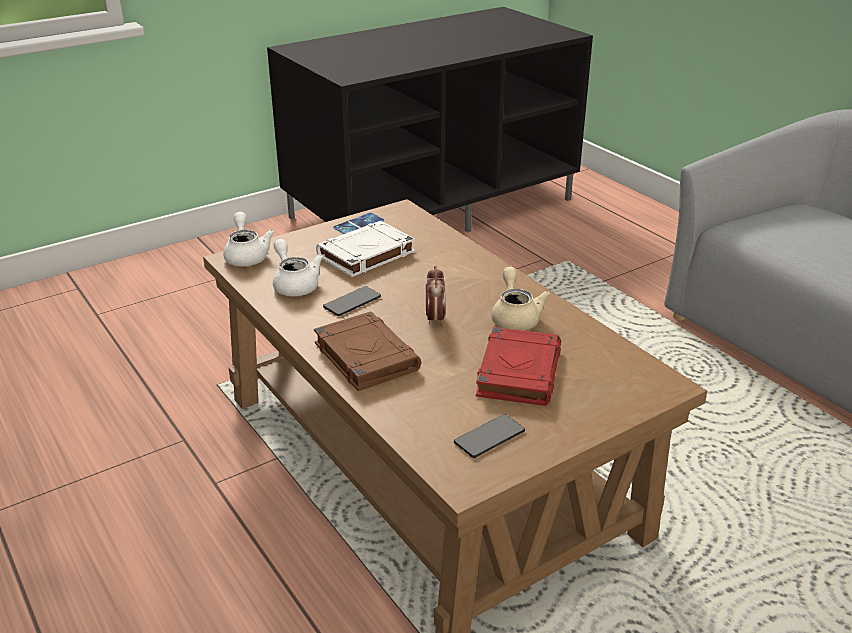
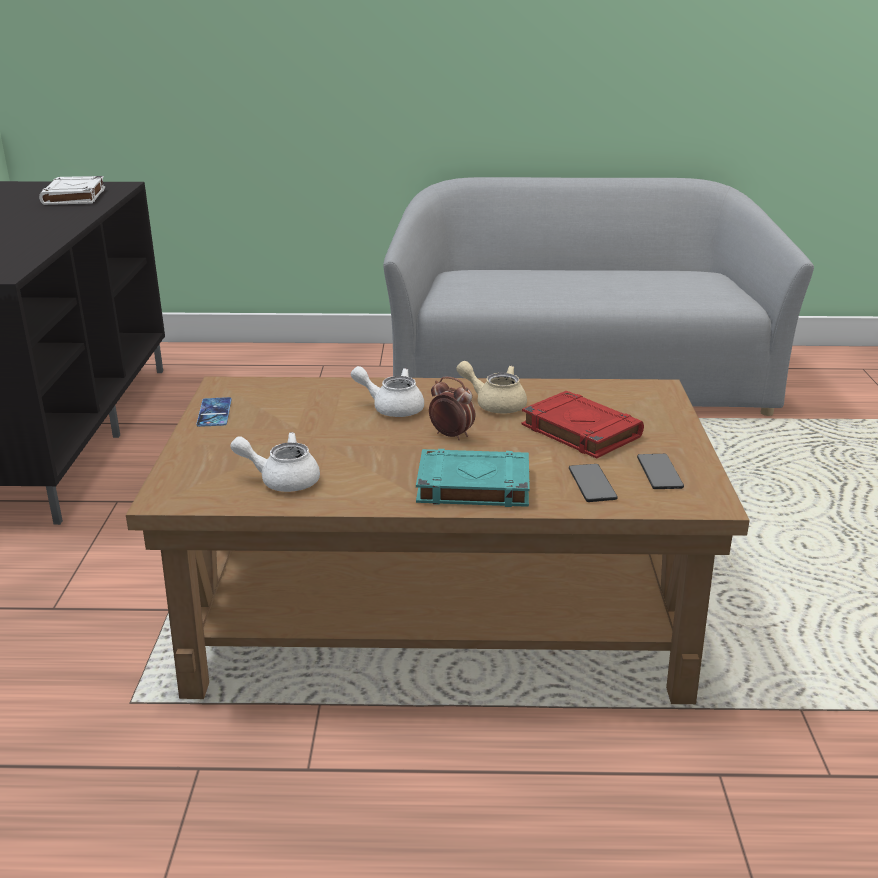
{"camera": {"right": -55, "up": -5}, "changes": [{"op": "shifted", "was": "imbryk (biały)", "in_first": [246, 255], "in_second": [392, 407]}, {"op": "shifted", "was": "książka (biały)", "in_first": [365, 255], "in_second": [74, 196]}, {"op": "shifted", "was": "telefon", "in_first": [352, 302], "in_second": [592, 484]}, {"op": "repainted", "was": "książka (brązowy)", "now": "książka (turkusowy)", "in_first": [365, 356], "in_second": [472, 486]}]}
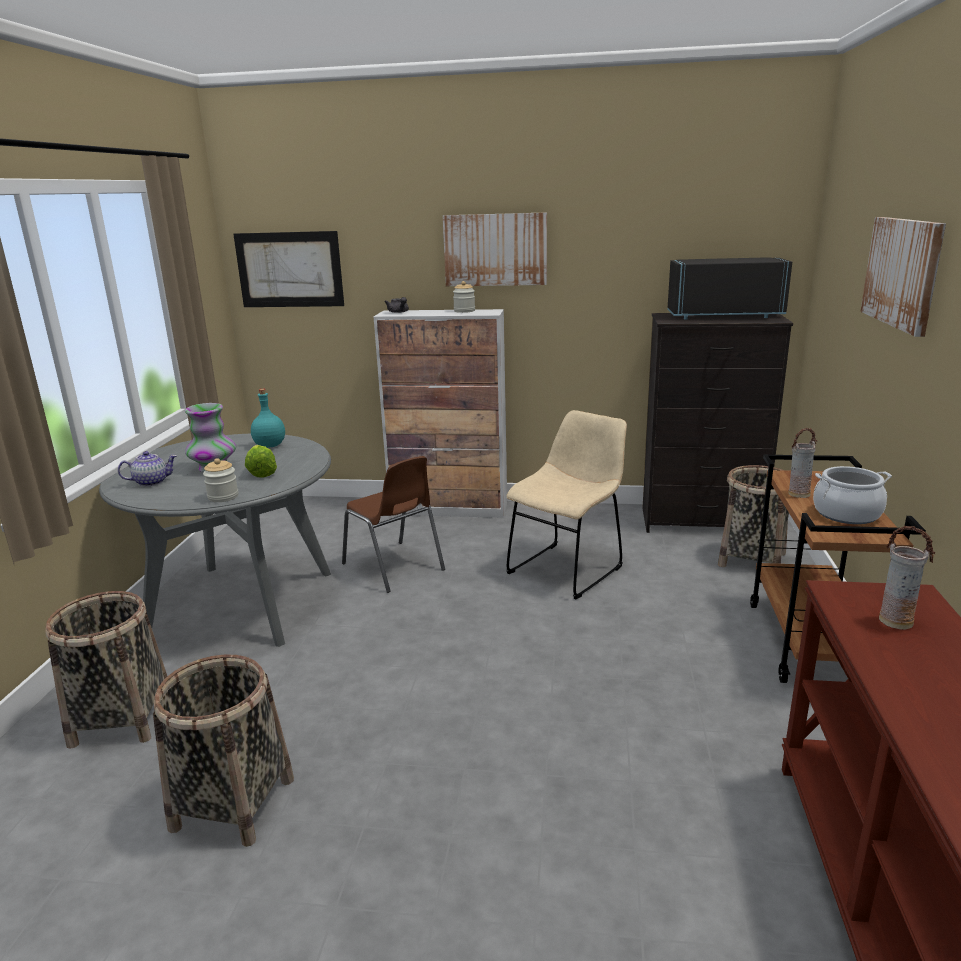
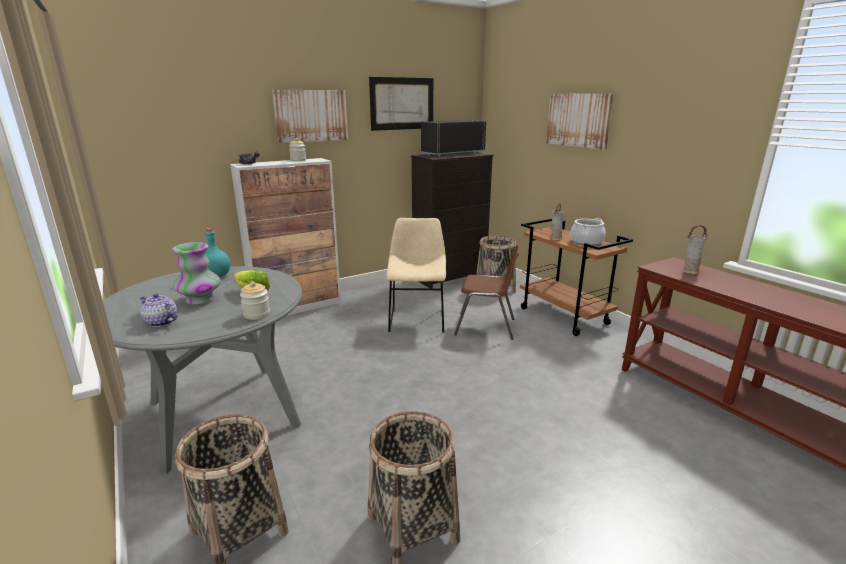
{"camera": {"right": -40, "up": 0}, "changes": [{"op": "shifted", "was": "obraz", "in_first": [289, 270], "in_second": [402, 103]}, {"op": "shifted", "was": "krzesło (brązowy)", "in_first": [394, 567], "in_second": [486, 327]}, {"op": "rotated", "was": "imbryk", "in_first": [152, 482], "in_second": [160, 322], "clockwise": -90}]}
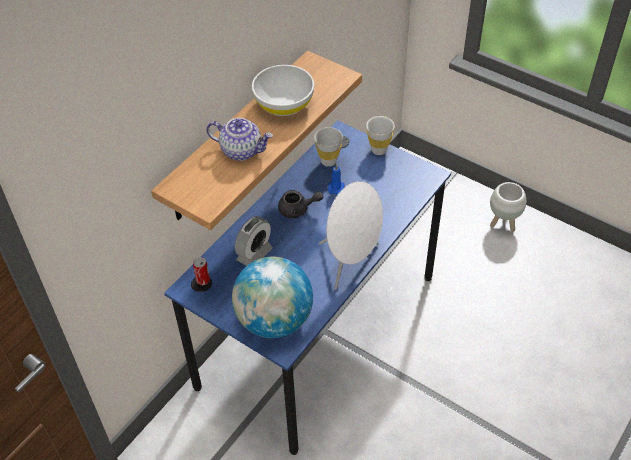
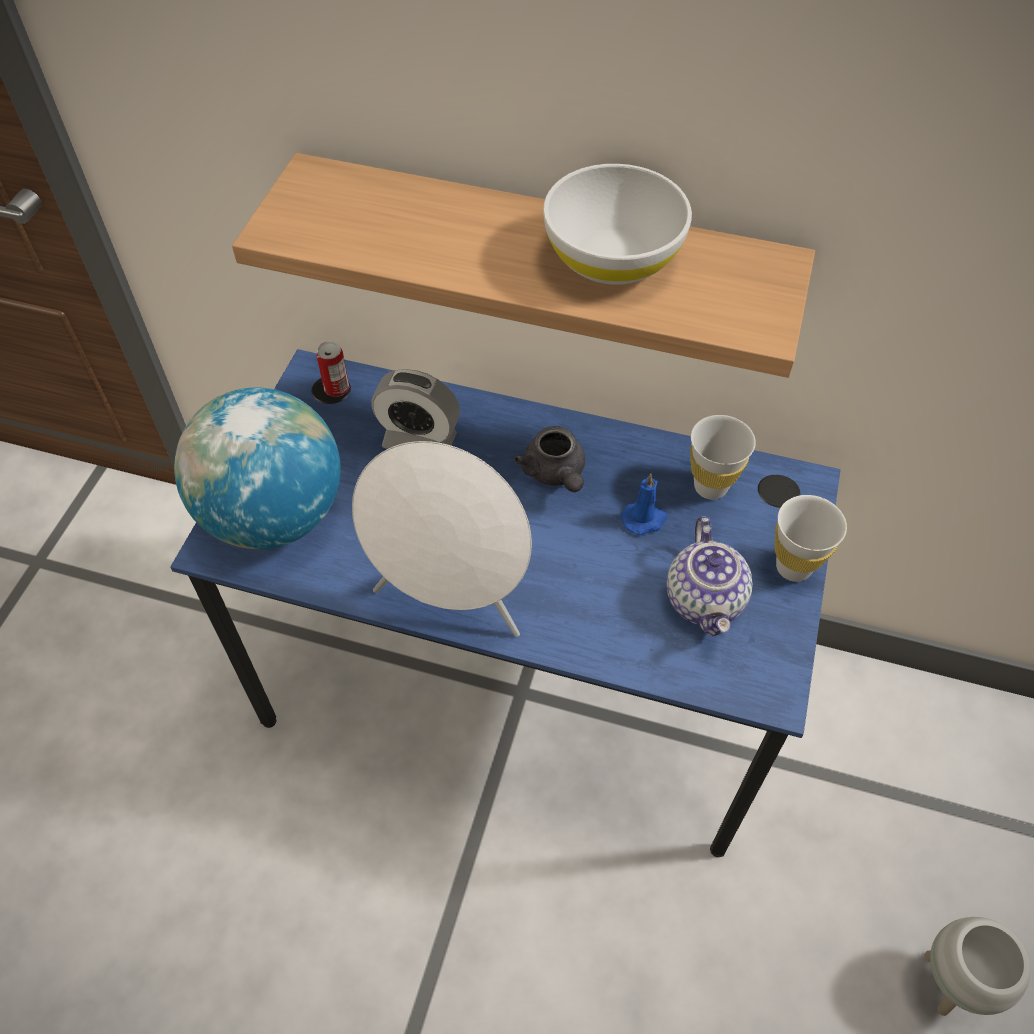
{"camera": {"right": 70, "up": 5}, "changes": [{"op": "shifted", "was": "imbryk", "in_first": [242, 150], "in_second": [705, 601]}]}
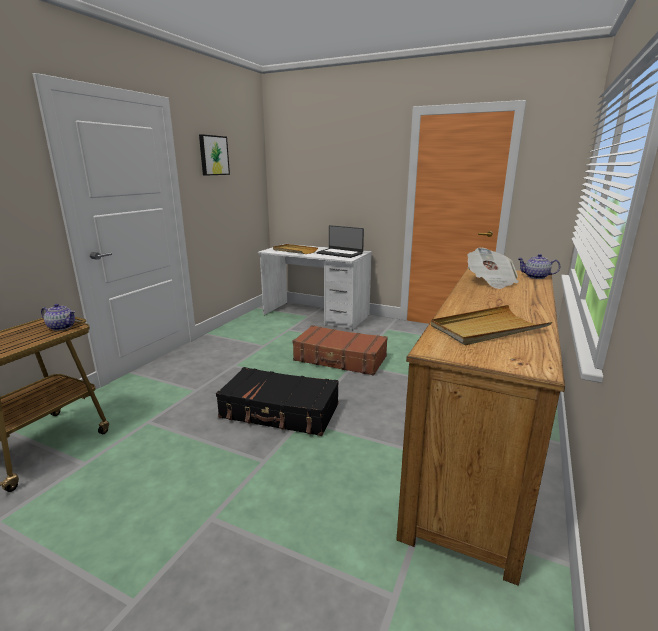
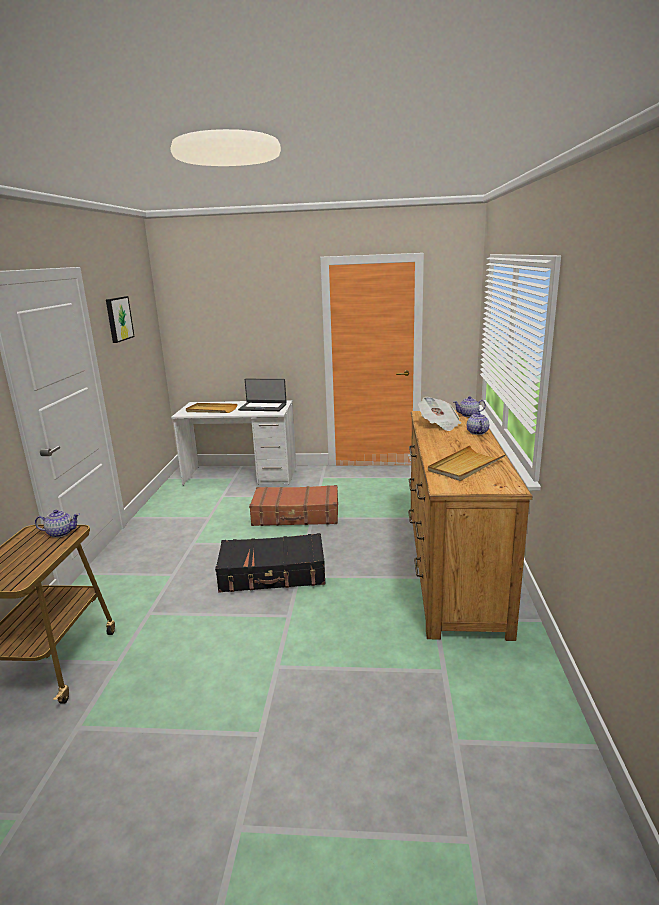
{"camera": {"right": -20, "up": 0}, "changes": [{"op": "new", "now": "imbryk", "in_second": [477, 432]}]}
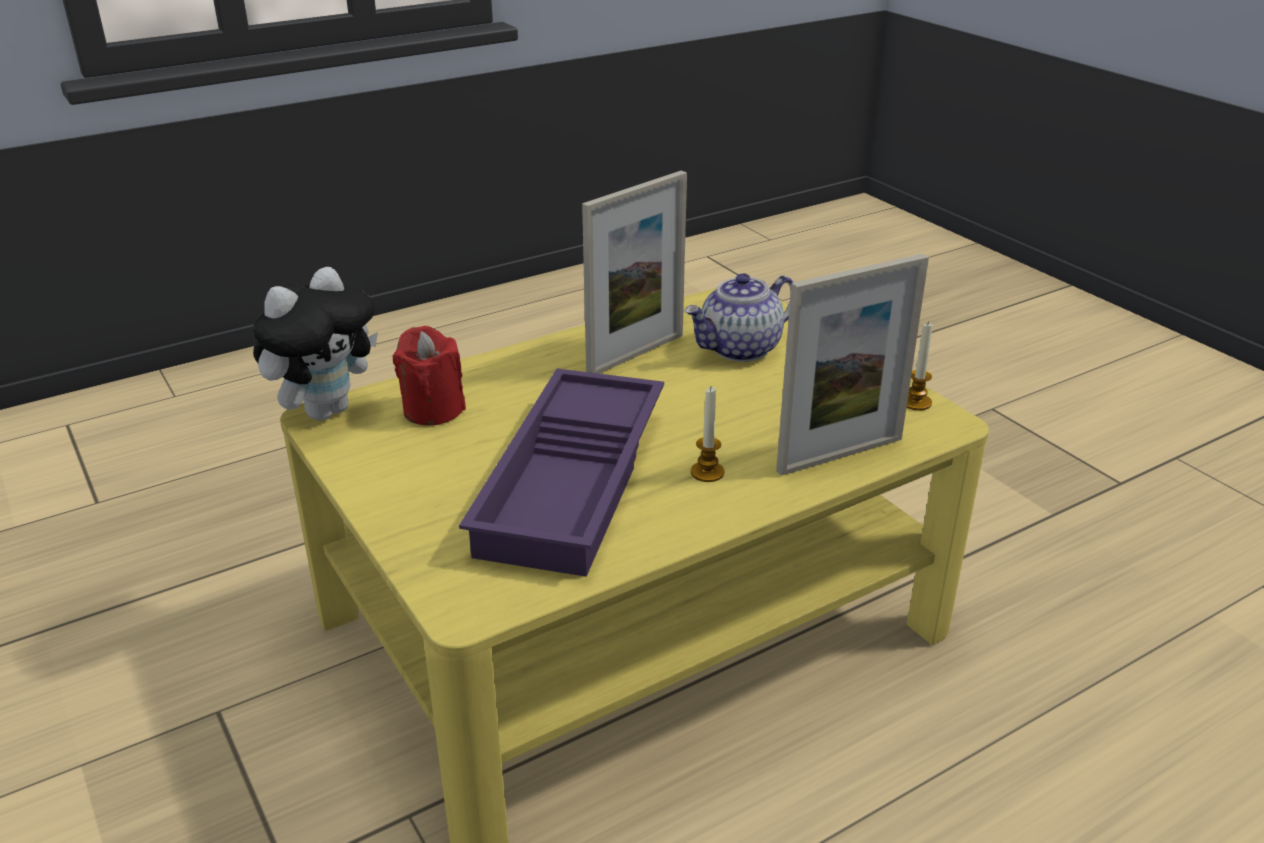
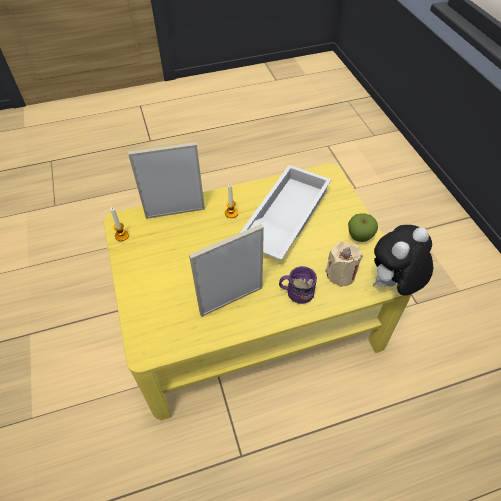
{"camera": {"right": -165, "up": 20}, "changes": [{"op": "gone", "was": "imbryk", "in_first": [740, 349]}, {"op": "new", "now": "kubek (fioletowy)", "in_second": [296, 292]}, {"op": "new", "now": "jabłko", "in_second": [359, 237]}, {"op": "repainted", "was": "świeca (czerwony)", "now": "świeca (beżowy)", "in_first": [433, 410], "in_second": [341, 274]}, {"op": "repainted", "was": "taca (fioletowy)", "now": "taca (biały)", "in_first": [576, 483], "in_second": [283, 217]}]}
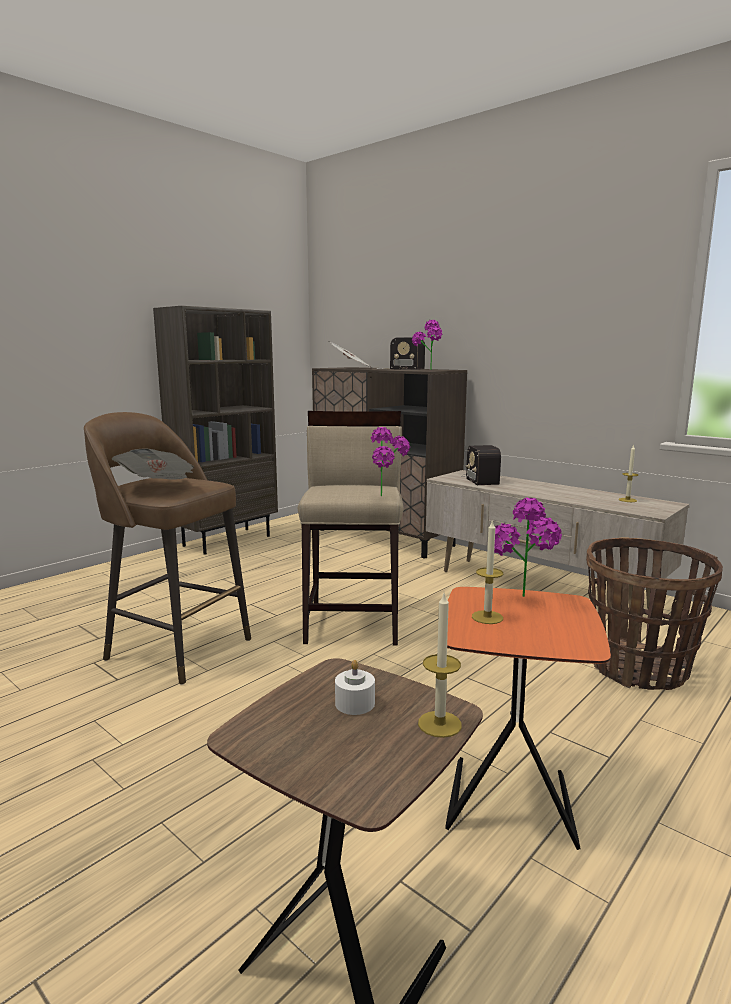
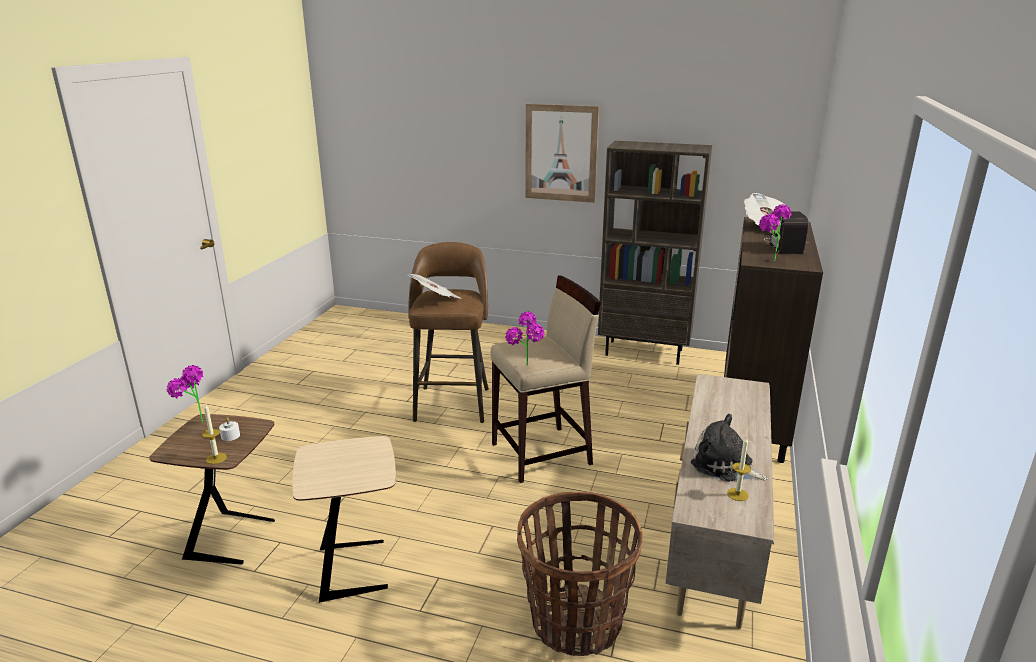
{"camera": {"right": 65, "up": 10}, "changes": [{"op": "gone", "was": "radio", "in_first": [480, 479]}, {"op": "gone", "was": "świeca", "in_first": [487, 617]}, {"op": "new", "now": "obraz", "in_second": [561, 153]}, {"op": "new", "now": "pluszak", "in_second": [725, 466]}, {"op": "shifted", "was": "roślina doniczkowa", "in_first": [522, 601], "in_second": [194, 423]}, {"op": "repainted", "was": "stolik (pomarańczowy)", "now": "stolik (beżowy)", "in_first": [508, 798], "in_second": [355, 568]}]}
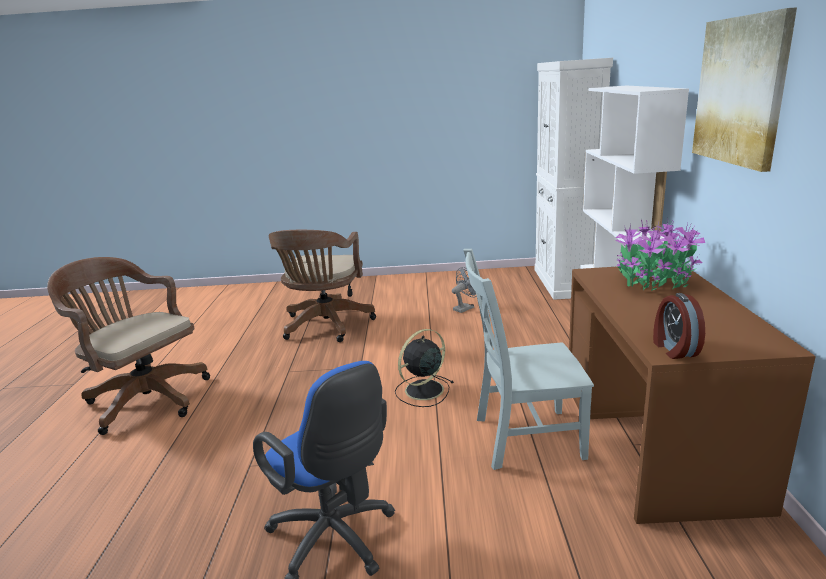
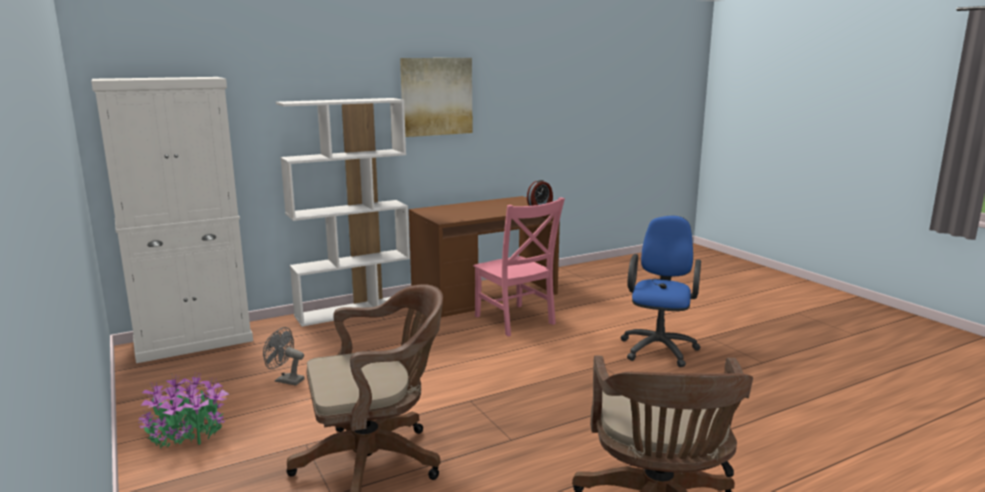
{"camera": {"right": -120, "up": -5}, "changes": [{"op": "gone", "was": "wentylator (czarny)", "in_first": [423, 390]}, {"op": "shifted", "was": "roślina doniczkowa", "in_first": [653, 281], "in_second": [187, 434]}, {"op": "repainted", "was": "krzesło (szary)", "now": "krzesło (różowy)", "in_first": [523, 438], "in_second": [516, 321]}]}
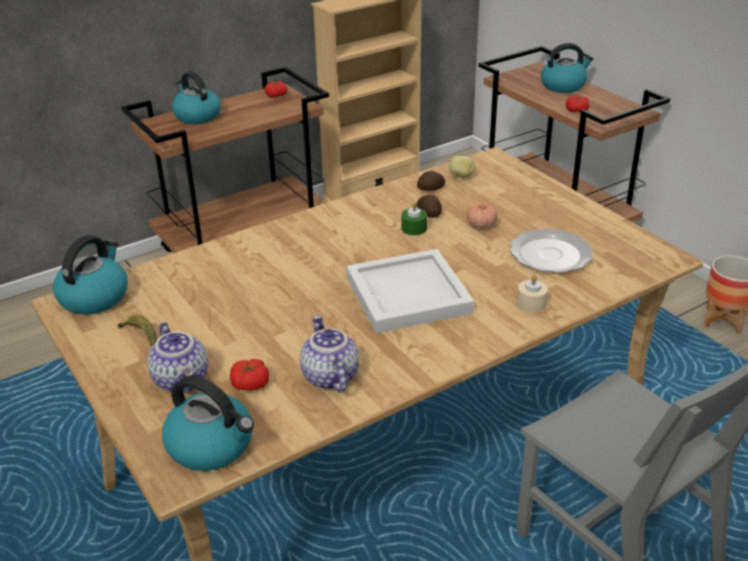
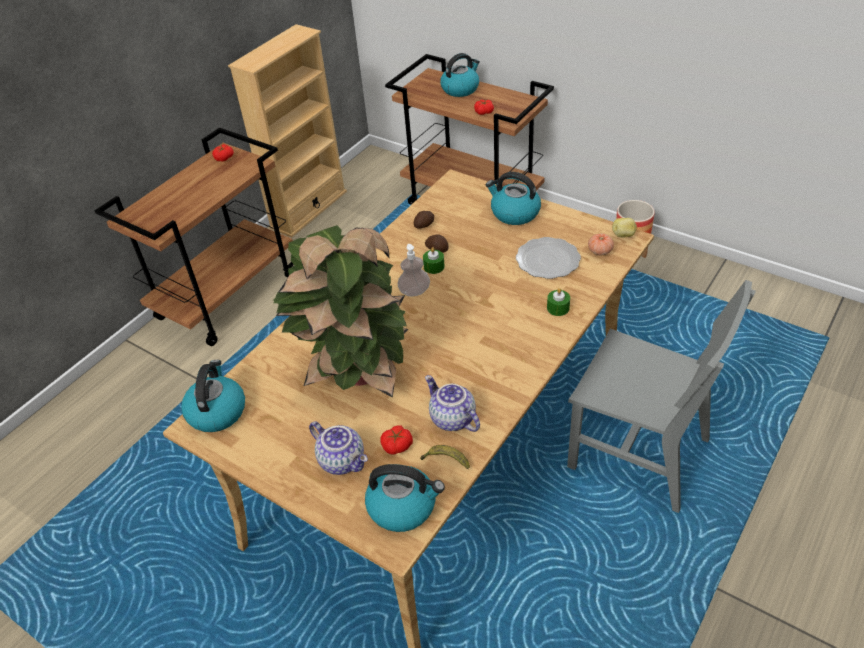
{"camera": {"right": -20, "up": 10}, "changes": [{"op": "gone", "was": "taca (biały)", "in_first": [409, 293]}, {"op": "new", "now": "roślina doniczkowa", "in_second": [356, 373]}, {"op": "new", "now": "dozownik mydła", "in_second": [414, 291]}, {"op": "shifted", "was": "banan", "in_first": [141, 335], "in_second": [446, 460]}, {"op": "shifted", "was": "czajnik", "in_first": [197, 116], "in_second": [514, 213]}, {"op": "shifted", "was": "ziemniak", "in_first": [461, 176], "in_second": [623, 235]}, {"op": "shifted", "was": "pomidor", "in_first": [481, 225], "in_second": [600, 251]}, {"op": "repainted", "was": "świeca (beżowy)", "now": "świeca (zielony)", "in_first": [531, 303], "in_second": [558, 308]}]}
